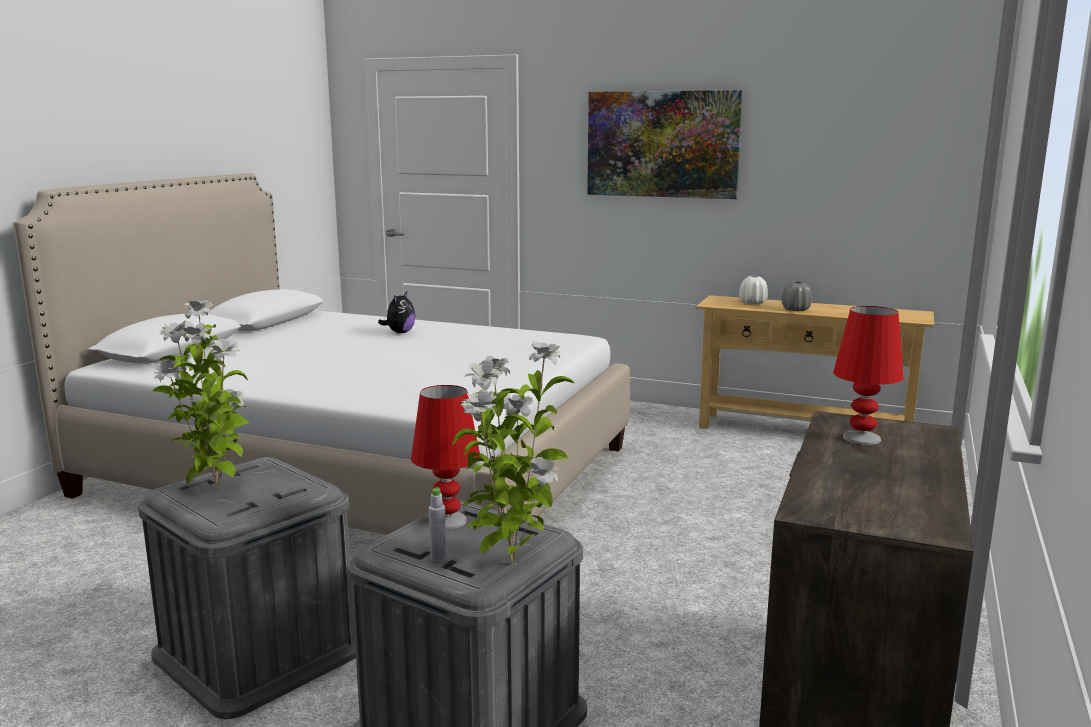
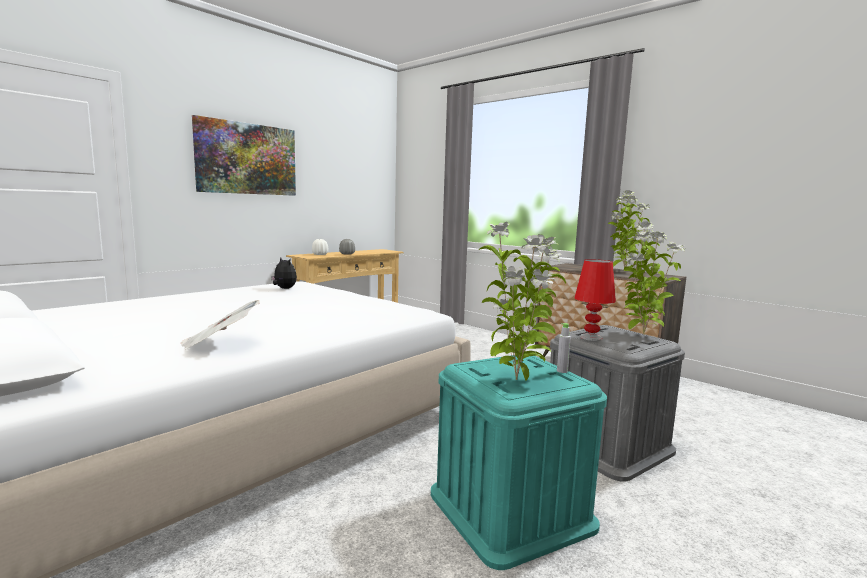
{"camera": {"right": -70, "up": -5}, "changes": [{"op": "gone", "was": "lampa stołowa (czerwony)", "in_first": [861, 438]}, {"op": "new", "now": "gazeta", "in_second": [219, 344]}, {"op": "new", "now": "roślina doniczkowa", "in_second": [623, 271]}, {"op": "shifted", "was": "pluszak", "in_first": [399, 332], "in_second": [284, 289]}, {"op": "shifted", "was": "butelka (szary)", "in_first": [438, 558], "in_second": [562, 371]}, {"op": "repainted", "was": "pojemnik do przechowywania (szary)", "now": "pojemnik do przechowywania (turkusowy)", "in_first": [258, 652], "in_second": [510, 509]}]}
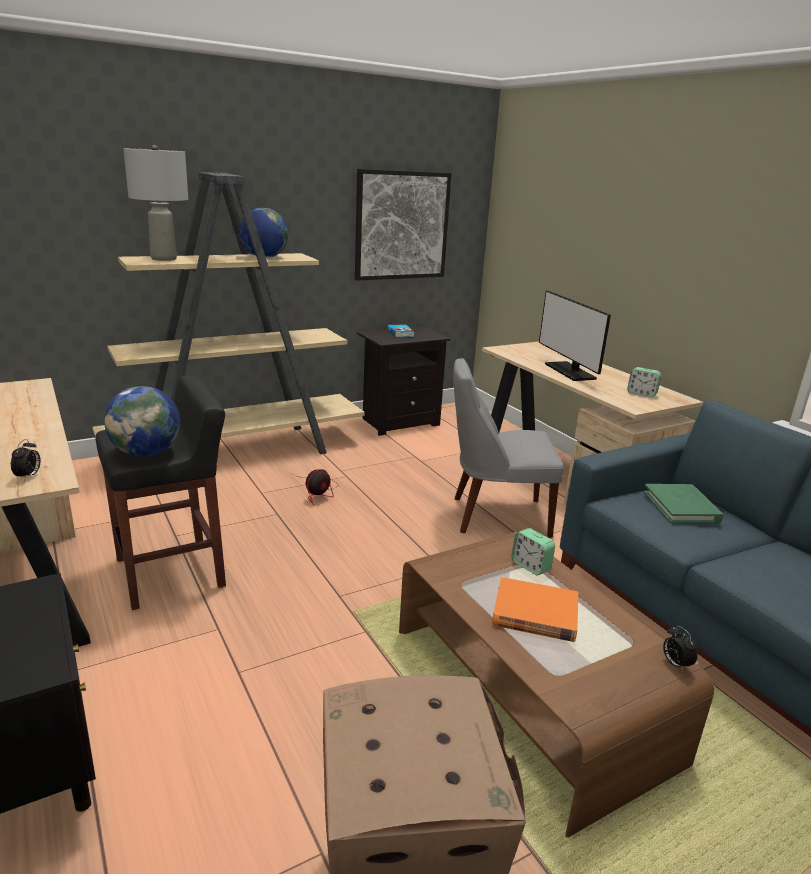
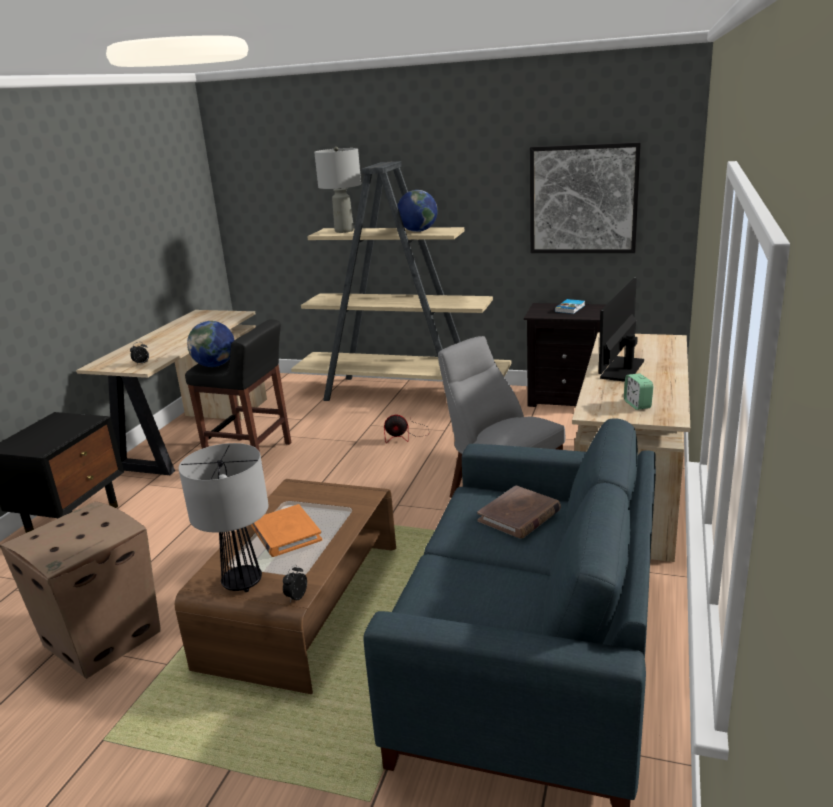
{"camera": {"right": 50, "up": 0}, "changes": [{"op": "gone", "was": "budzik", "in_first": [530, 566]}, {"op": "new", "now": "lampa stołowa", "in_second": [243, 583]}, {"op": "repainted", "was": "książka (zielony)", "now": "książka (brązowy)", "in_first": [681, 507], "in_second": [519, 516]}]}
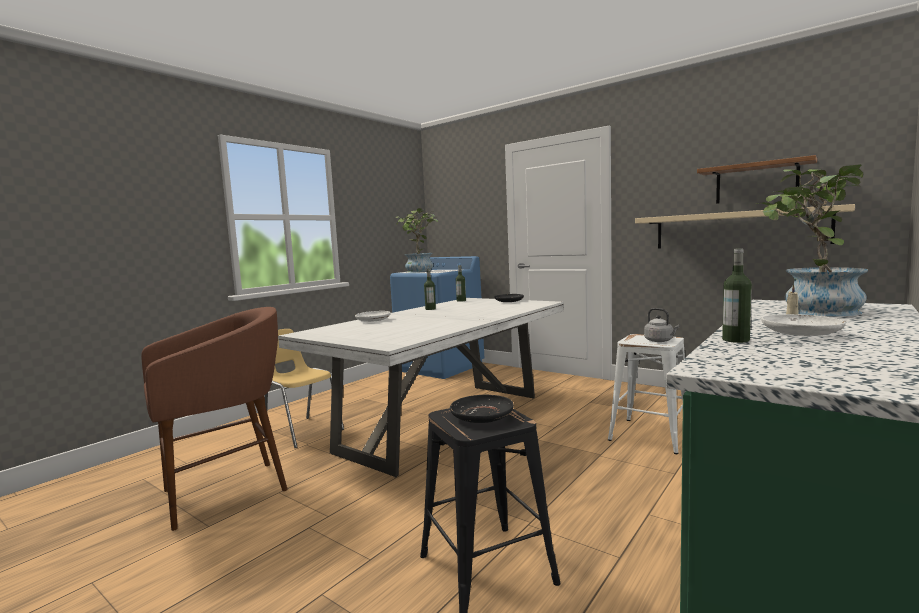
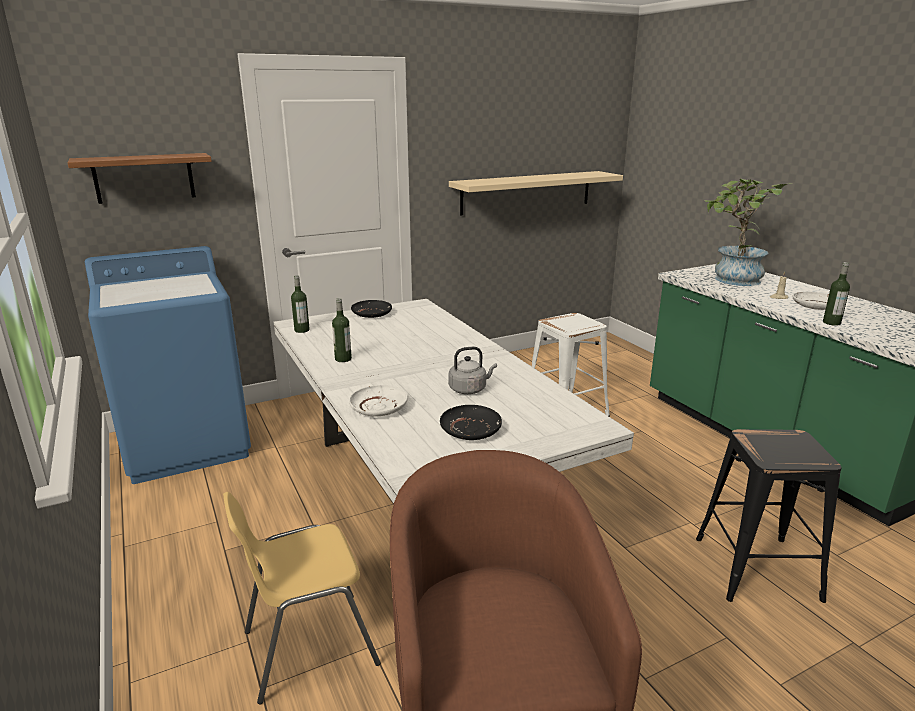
{"camera": {"right": -65, "up": 15}, "changes": [{"op": "gone", "was": "roślina doniczkowa", "in_first": [419, 271]}, {"op": "shifted", "was": "talerz (czarny)", "in_first": [482, 417], "in_second": [471, 430]}, {"op": "shifted", "was": "czajnik (szary)", "in_first": [660, 341], "in_second": [469, 389]}, {"op": "shifted", "was": "półka", "in_first": [756, 183], "in_second": [144, 178]}]}
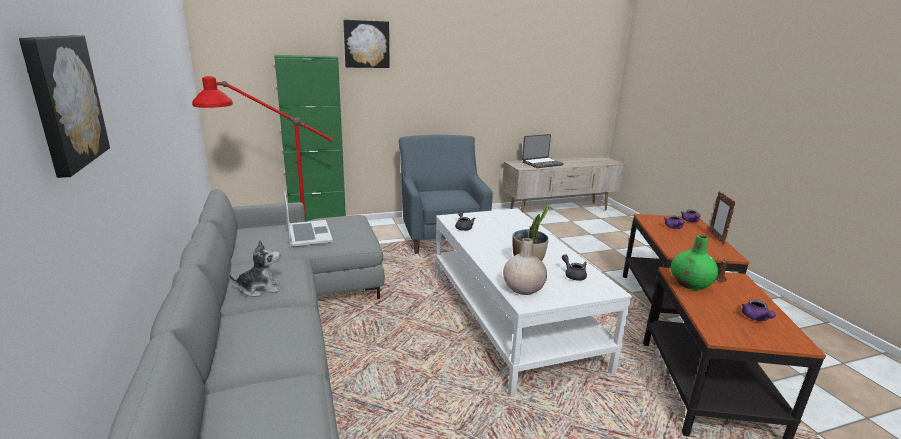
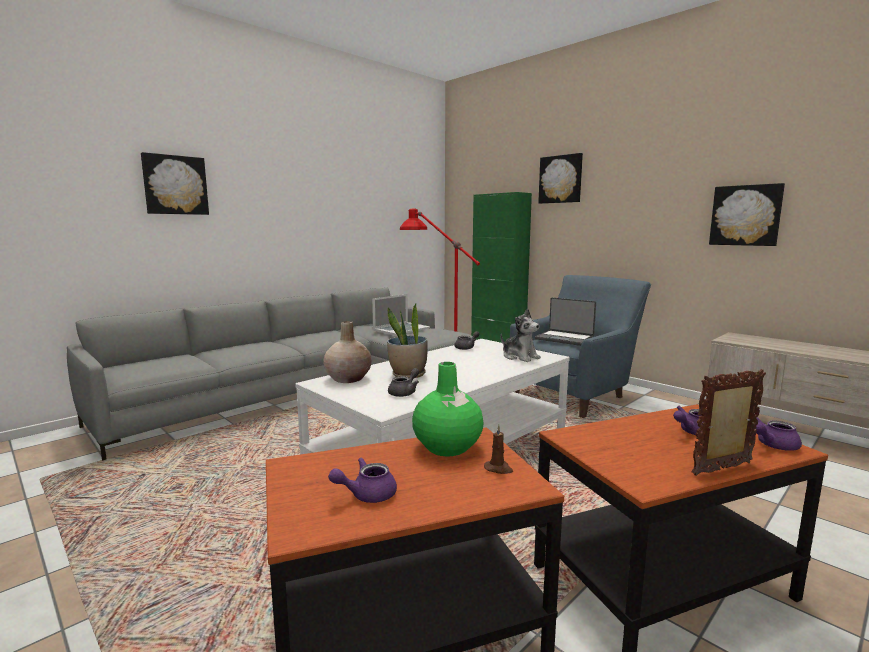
{"camera": {"right": 65, "up": -10}, "changes": [{"op": "new", "now": "obraz", "in_second": [745, 215]}, {"op": "shifted", "was": "pluszak", "in_first": [259, 289], "in_second": [520, 357]}, {"op": "shifted", "was": "laptop", "in_first": [541, 163], "in_second": [564, 339]}]}
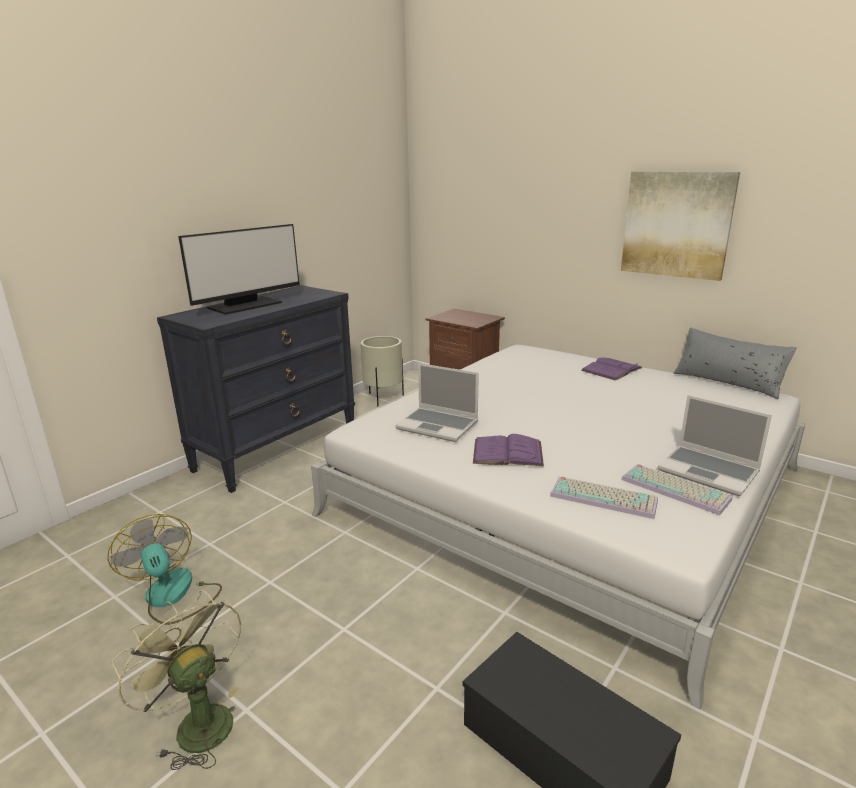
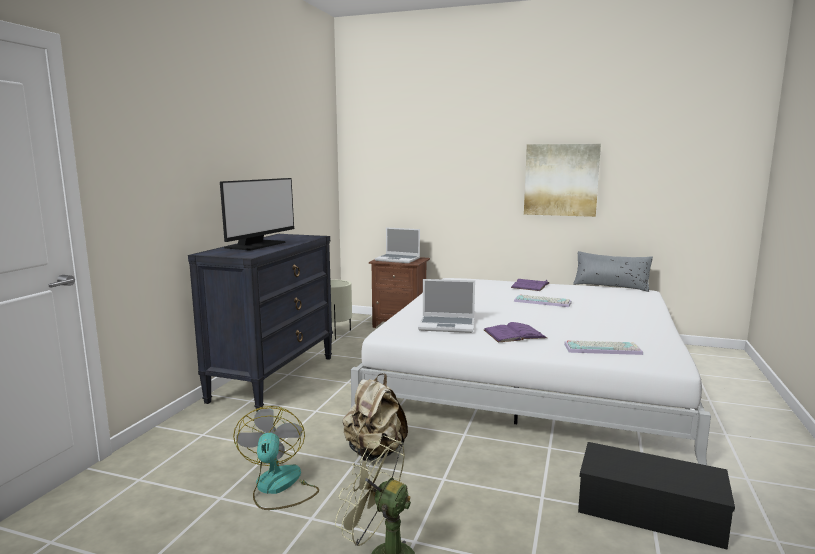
{"camera": {"right": -20, "up": -10}, "changes": [{"op": "new", "now": "plecak (beżowy)", "in_second": [374, 453]}, {"op": "shifted", "was": "klawiatura", "in_first": [677, 489], "in_second": [543, 302]}, {"op": "shifted", "was": "laptop", "in_first": [709, 471], "in_second": [398, 259]}, {"op": "rotated", "was": "wentylator", "in_first": [173, 596], "in_second": [278, 487], "clockwise": 45}]}
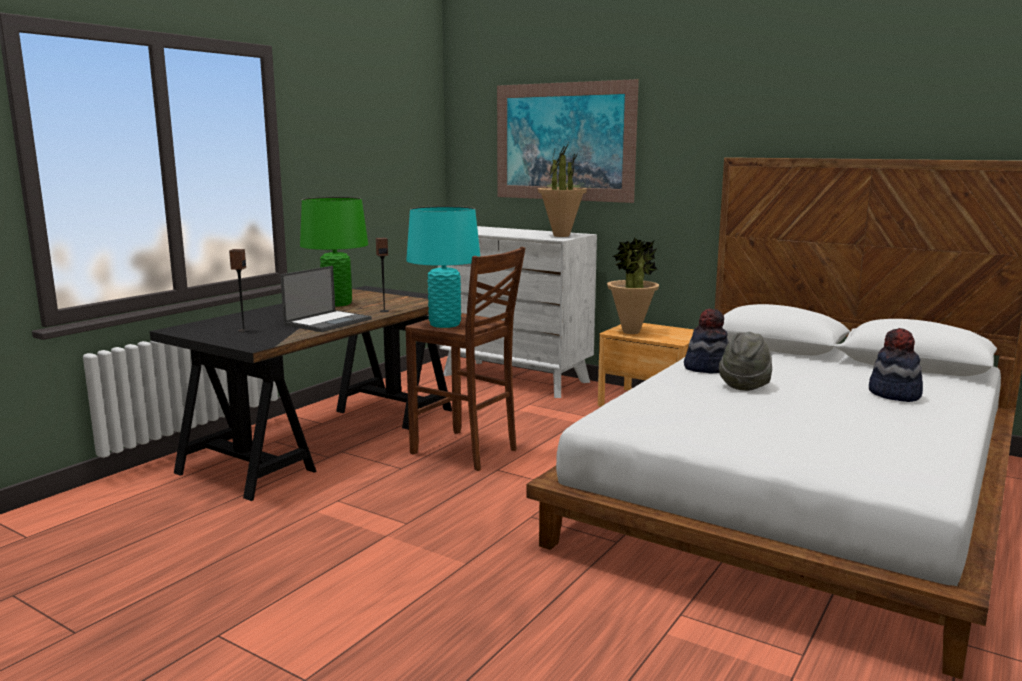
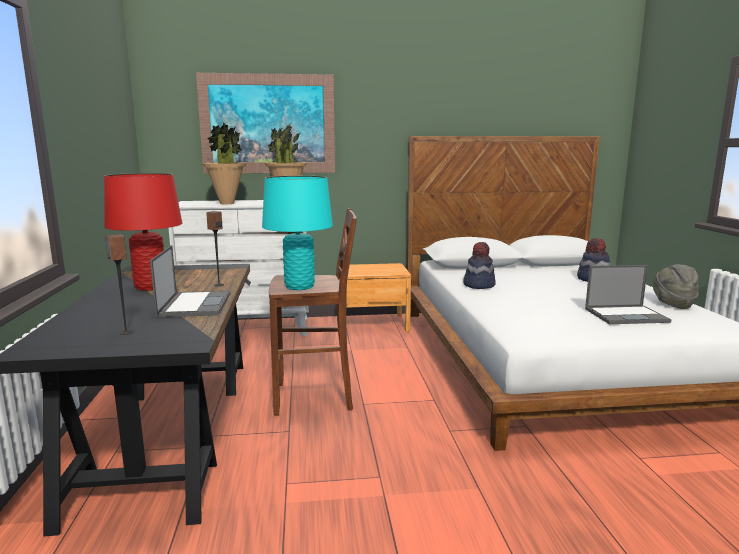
{"camera": {"right": -40, "up": 0}, "changes": [{"op": "new", "now": "laptop", "in_second": [626, 315]}, {"op": "shifted", "was": "roślina doniczkowa", "in_first": [631, 332], "in_second": [227, 203]}, {"op": "shifted", "was": "kapelusz (szary)", "in_first": [745, 384], "in_second": [672, 304]}, {"op": "repainted", "was": "lampa stołowa (zielony)", "now": "lampa stołowa (czerwony)", "in_first": [337, 304], "in_second": [150, 287]}]}
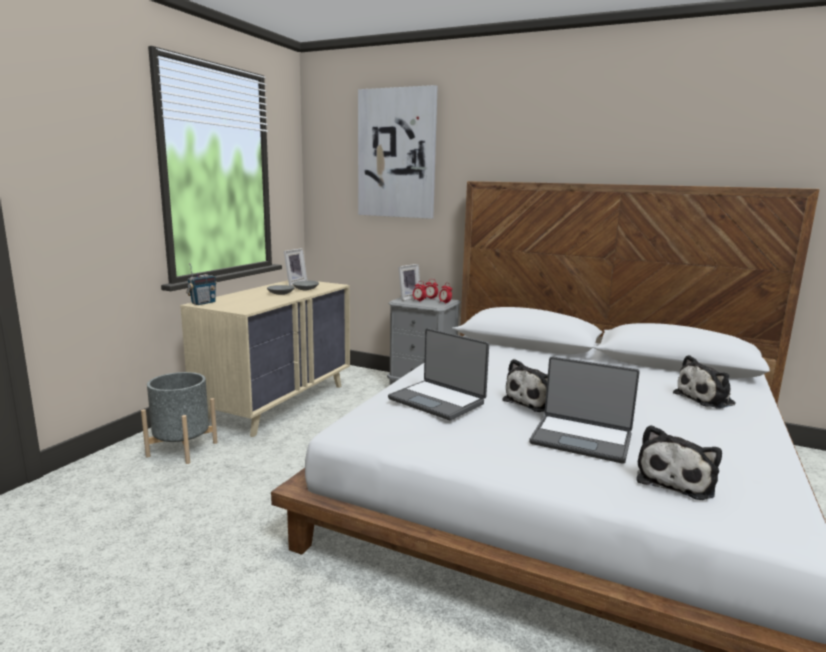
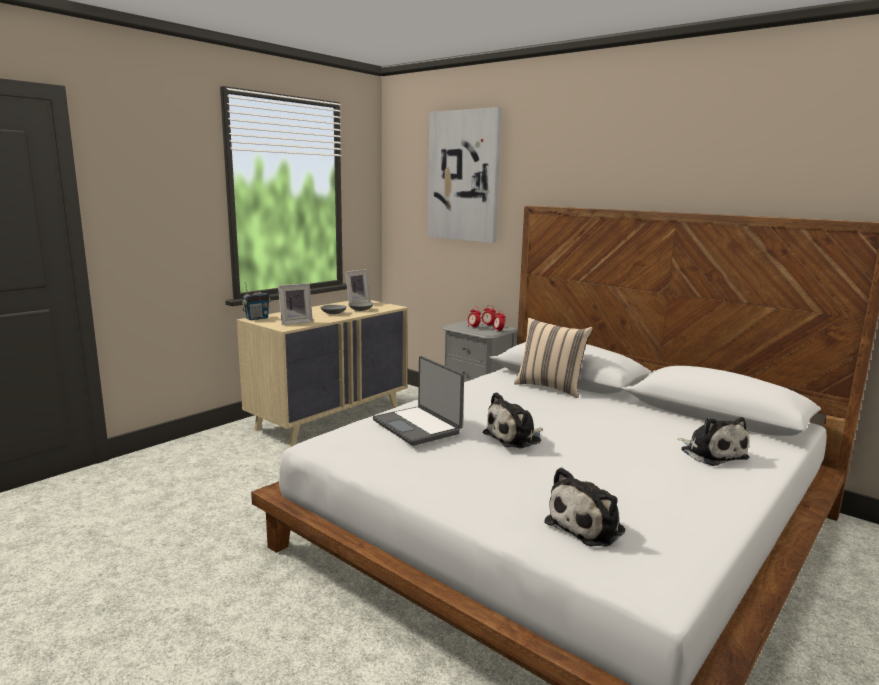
{"camera": {"right": 15, "up": 0}, "changes": [{"op": "gone", "was": "donica (szary)", "in_first": [182, 449]}, {"op": "gone", "was": "laptop", "in_first": [581, 439]}, {"op": "new", "now": "poduszka (beżowy)", "in_second": [550, 387]}, {"op": "shifted", "was": "ramka na zdjęcie", "in_first": [407, 298], "in_second": [295, 322]}, {"op": "rotated", "was": "pluszak", "in_first": [706, 399], "in_second": [711, 453], "clockwise": -105}]}
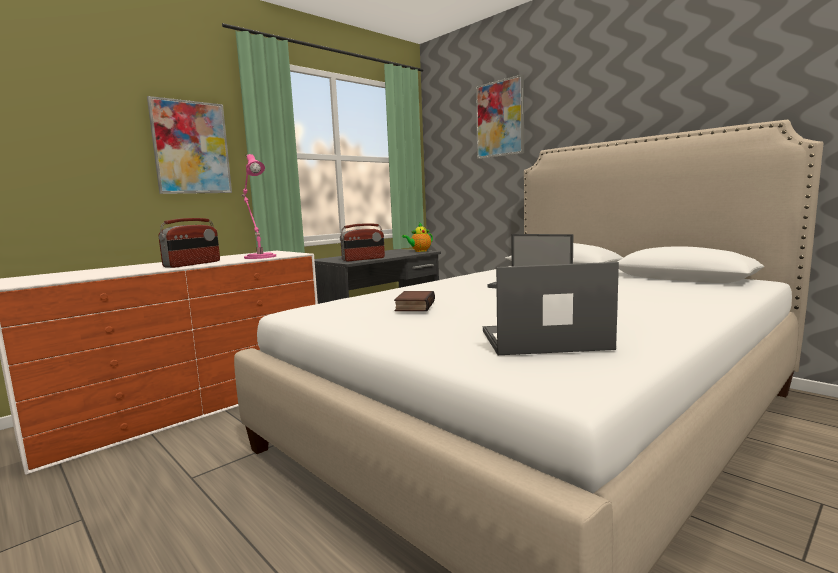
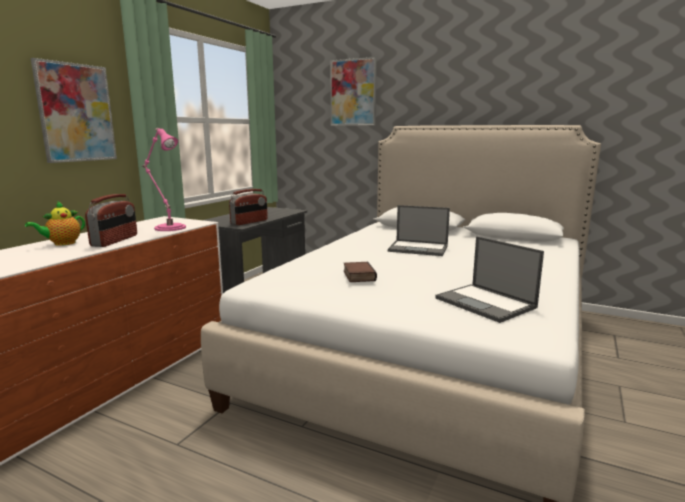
{"camera": {"right": -20, "up": 5}, "changes": [{"op": "shifted", "was": "imbryk", "in_first": [419, 251], "in_second": [62, 243]}, {"op": "rotated", "was": "laptop", "in_first": [542, 340], "in_second": [486, 303], "clockwise": -105}]}
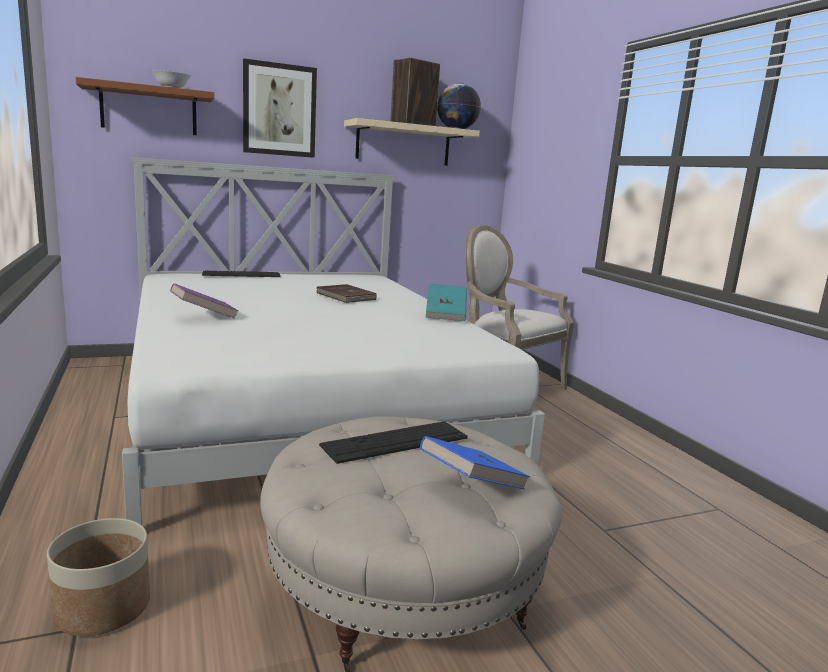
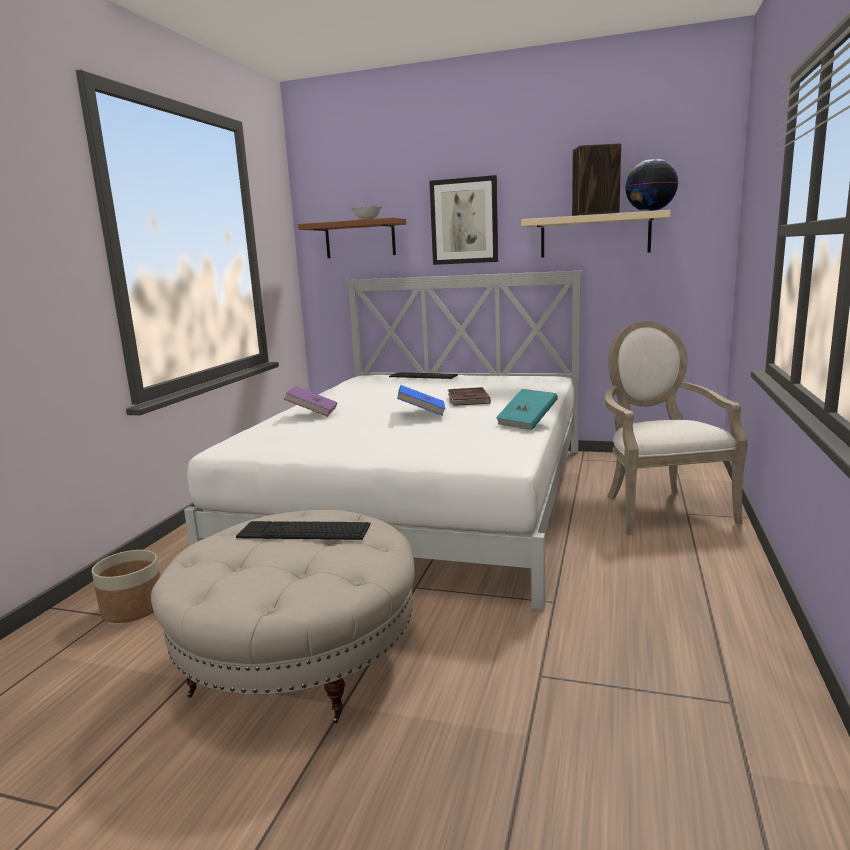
{"camera": {"right": 40, "up": 0}, "changes": [{"op": "shifted", "was": "książka (niebieski)", "in_first": [472, 485], "in_second": [421, 412]}]}
